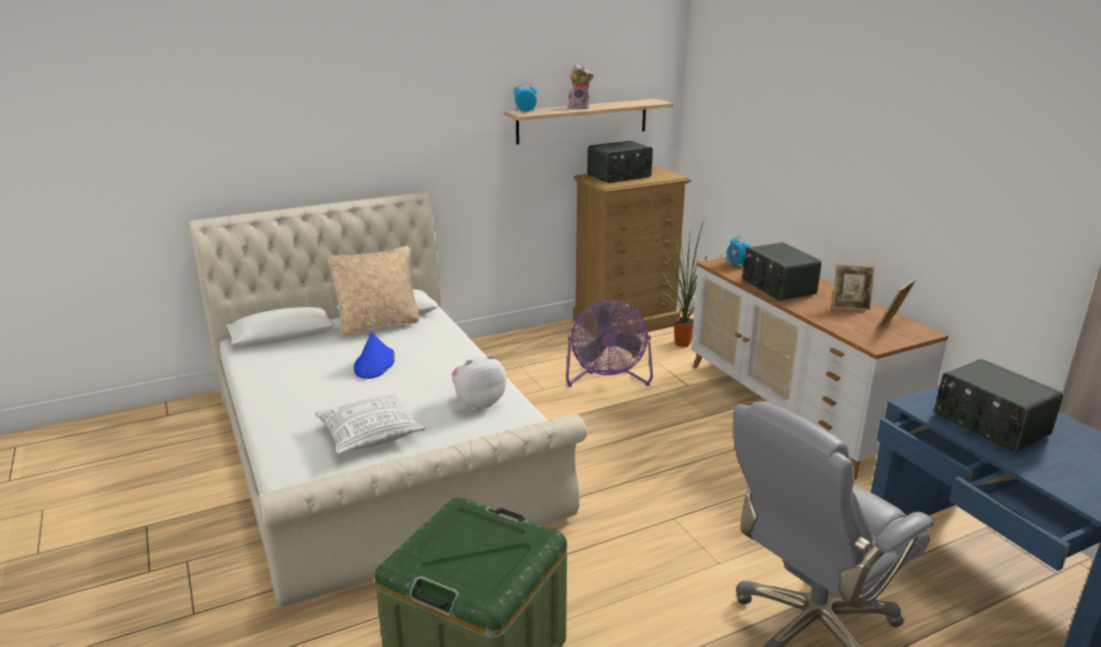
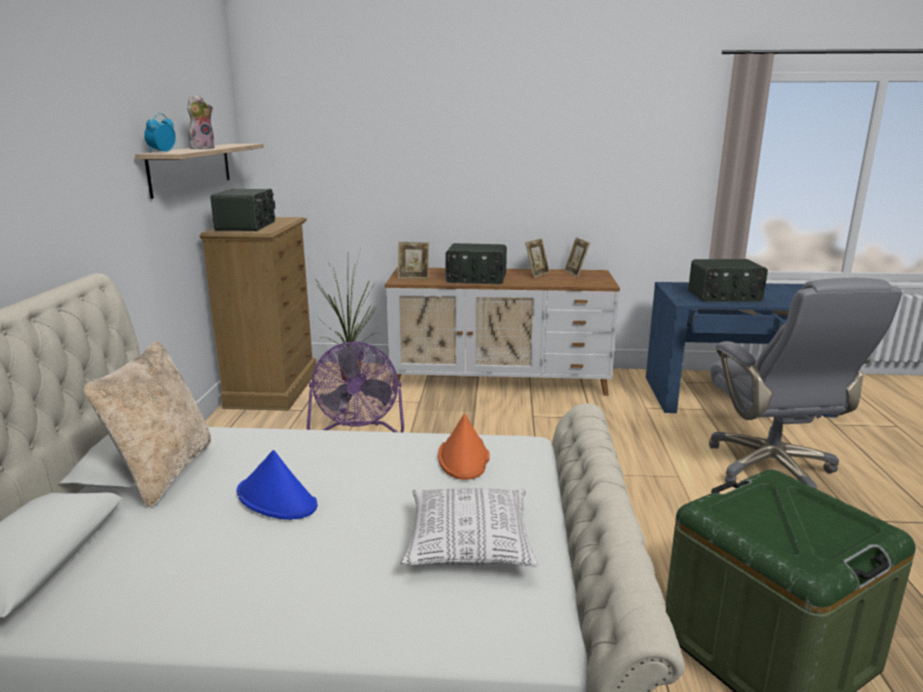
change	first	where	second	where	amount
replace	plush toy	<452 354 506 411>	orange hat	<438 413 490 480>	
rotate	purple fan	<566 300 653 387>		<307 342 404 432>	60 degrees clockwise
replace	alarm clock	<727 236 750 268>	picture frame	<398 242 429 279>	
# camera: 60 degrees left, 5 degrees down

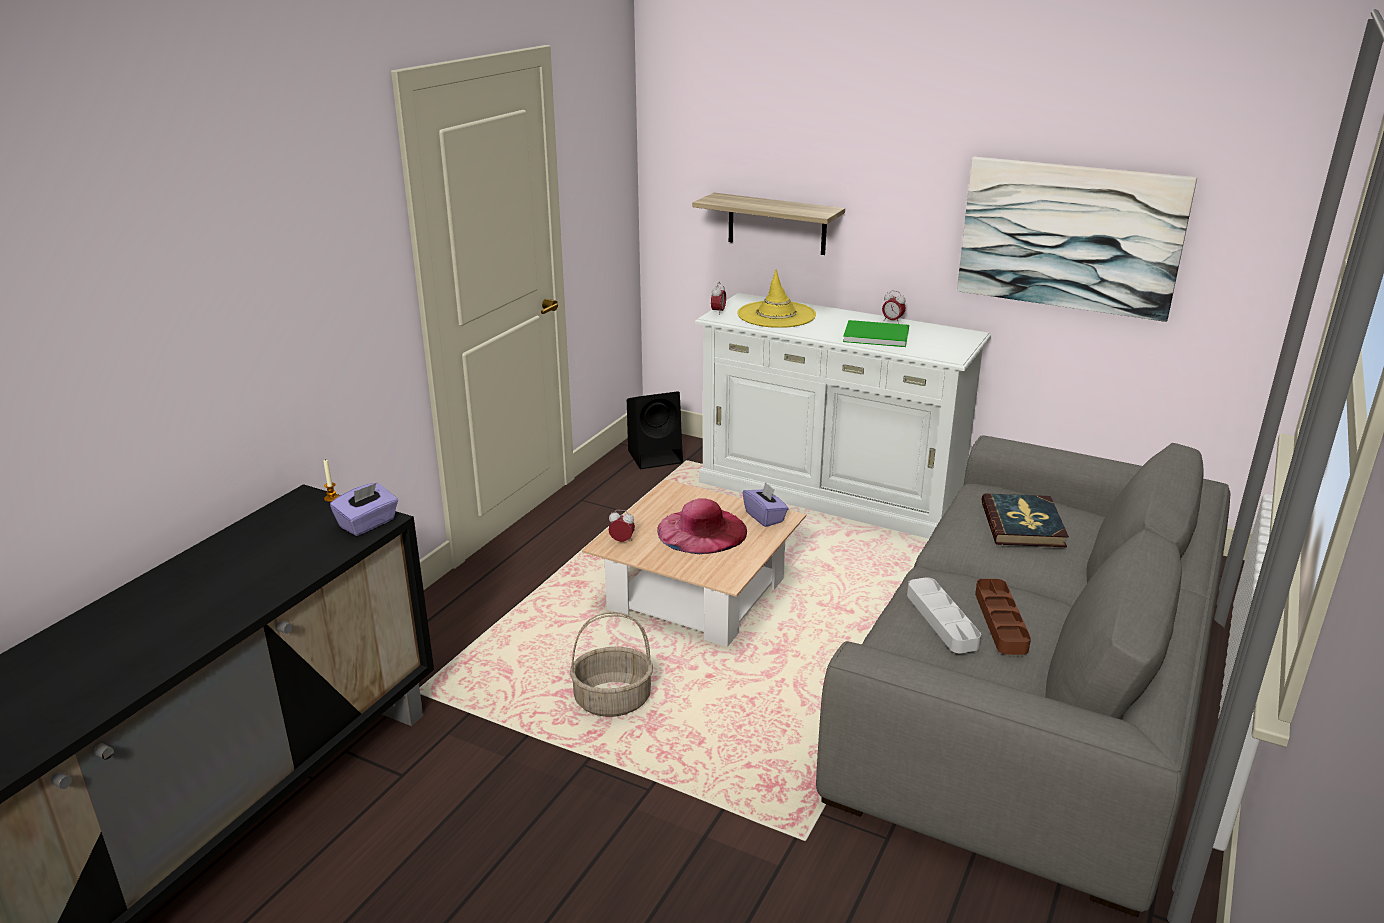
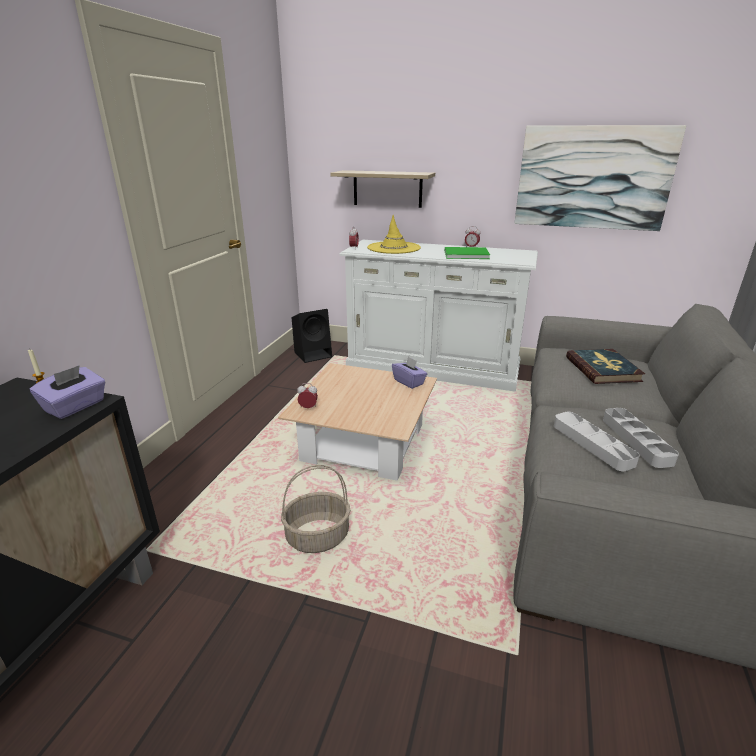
change	first	where	second	where	amount
delete	pink hat	<657 498 747 554>			
recolor	brown tray	<975 579 1031 655>	grey tray	<603 408 679 468>	
# camera: 10 degrees left, 0 degrees up

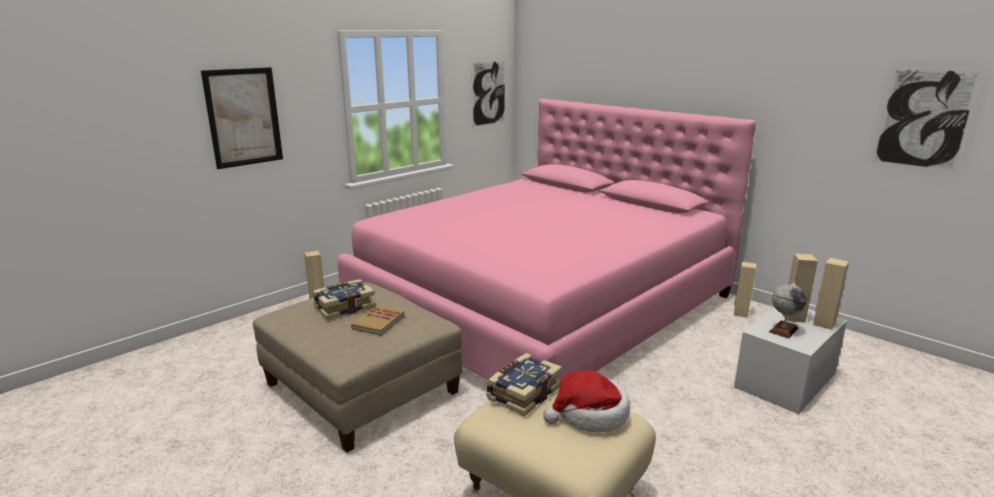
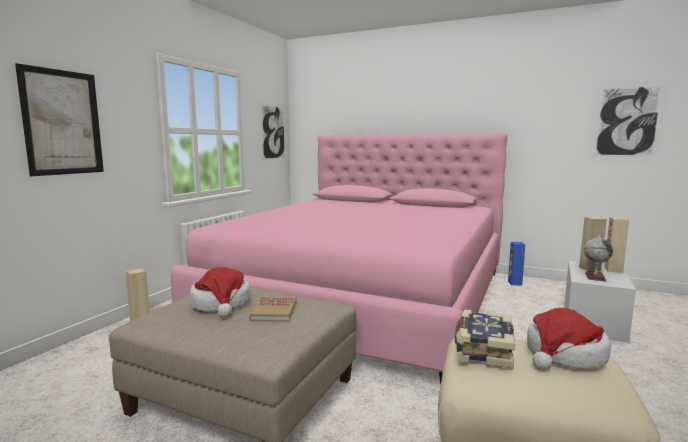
change	first	where	second	where	amount
replace	book	<312 279 376 320>	hat	<190 267 251 318>	
recolor	beige speaker	<734 262 756 318>	blue speaker	<508 242 525 285>	
# camera: 20 degrees left, 10 degrees down

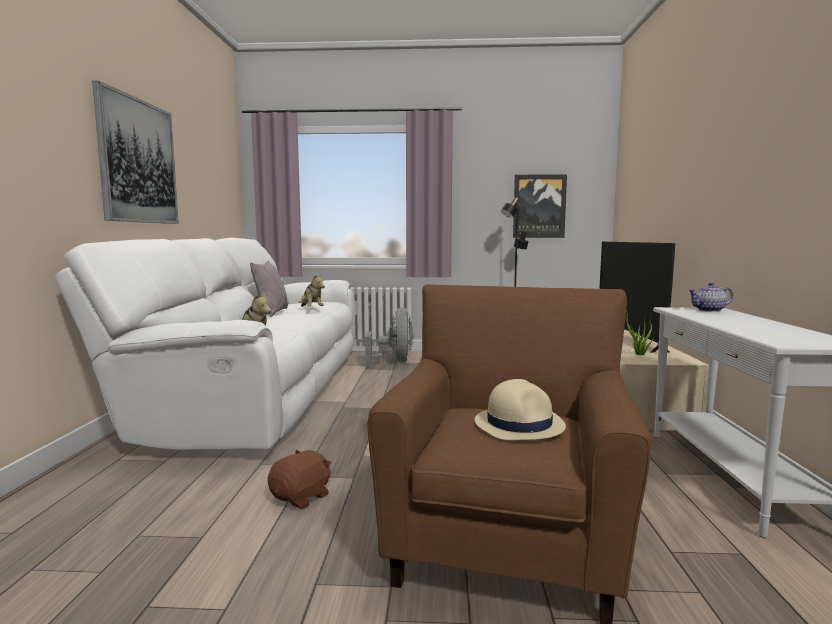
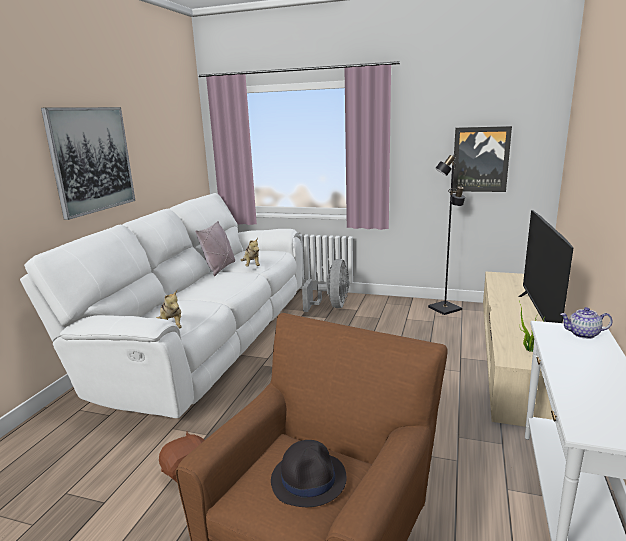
change	first	where	second	where	amount
recolor	beige hat	<475 379 566 440>	black hat	<271 440 347 507>	
# camera: 15 degrees right, 10 degrees up

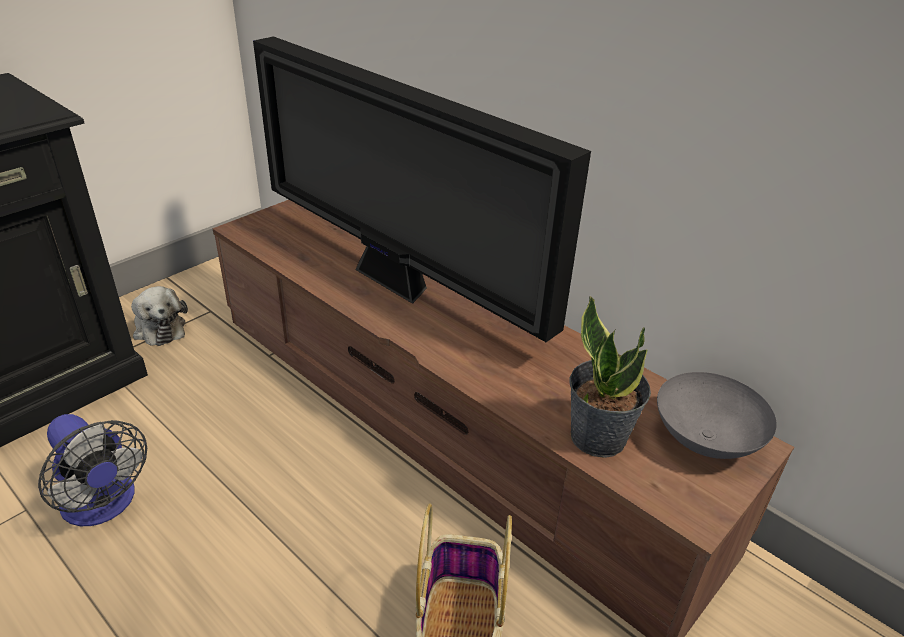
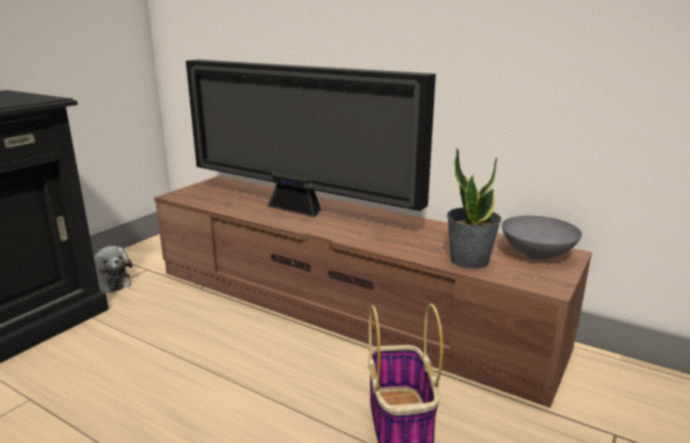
change	first	where	second	where	amount
delete	fan	<38 414 147 526>			
# camera: 10 degrees left, 15 degrees down

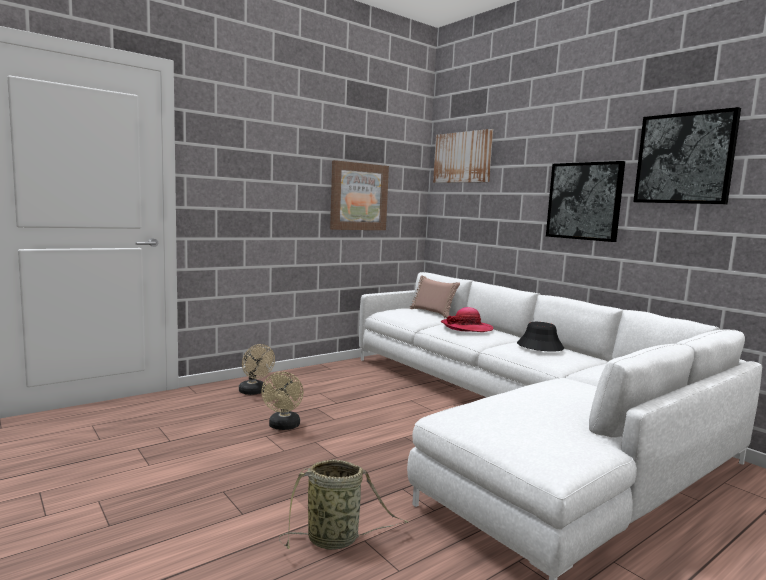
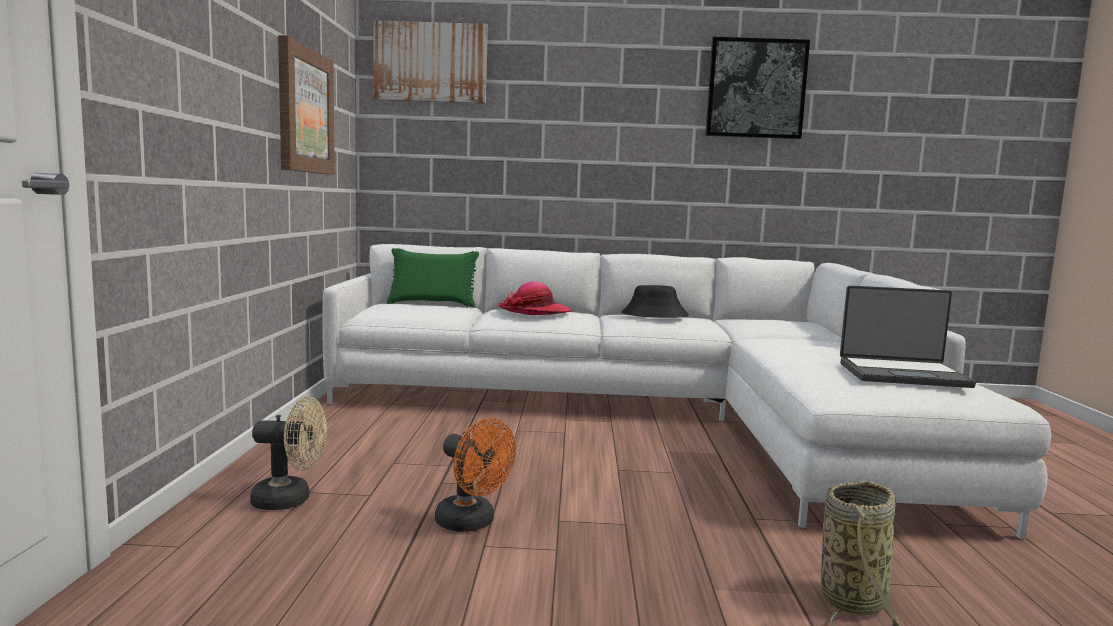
change	first	where	second	where	amount
recolor	beige fan	<261 372 303 430>	orange fan	<435 418 516 532>	
recolor	beige pillow	<410 275 460 318>	green pillow	<387 248 479 307>	
delete	picture	<546 161 625 242>			
insert			laptop	<840 285 976 388>	
# camera: 50 degrees left, 0 degrees up

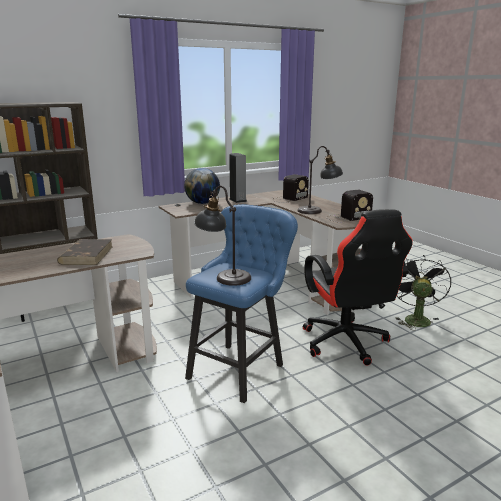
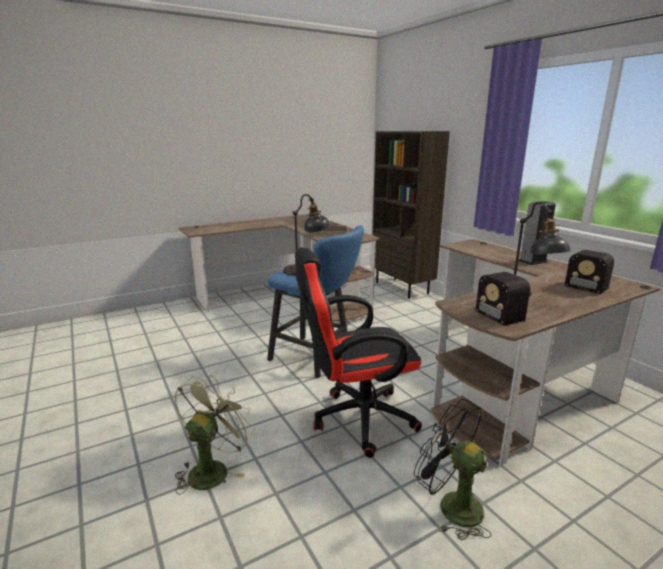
change	first	where	second	where	amount
delete	globe	<184 168 220 204>			
rotate	black fan	<395 256 451 330>		<414 399 491 540>	150 degrees counterclockwise
insert			green fan	<174 375 255 495>	
# camera: 90 degrees right, 0 degrees up

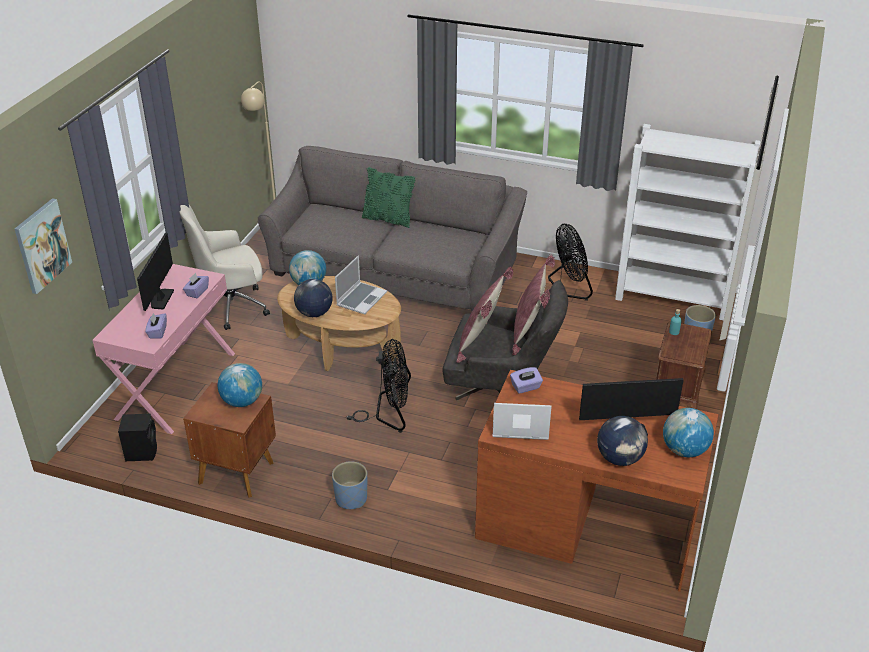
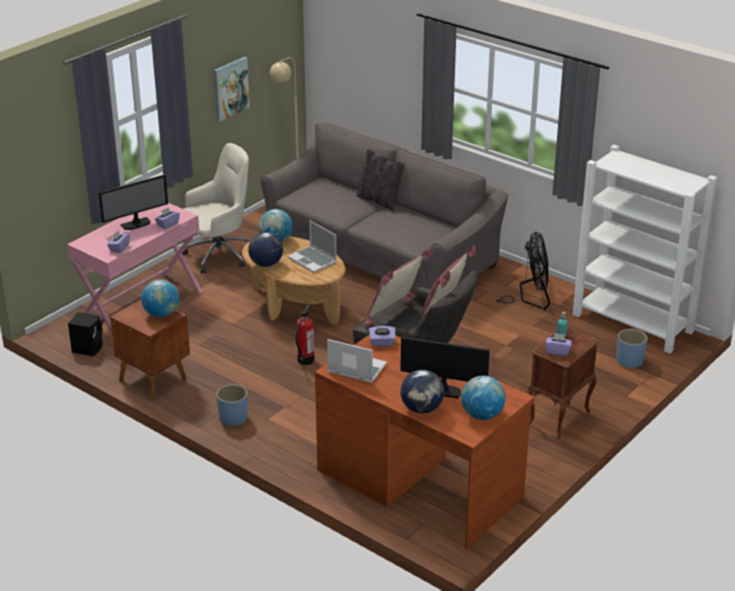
change	first	where	second	where	amount
move	picture	<15 198 72 294>		<214 56 250 122>	
rotate	monitor	<137 233 174 311>		<98 174 168 230>	150 degrees counterclockwise
rotate	beige office chair	<179 205 270 330>		<182 143 250 274>	150 degrees clockwise
rotate	laptop	<335 255 387 314>		<288 220 337 273>	90 degrees clockwise
replace	black fan	<346 339 411 433>	fire extinguisher	<296 303 314 365>	
recolor	green pillow	<362 167 416 228>	black pillow	<357 149 405 212>	
insert			purple tissue box	<545 333 572 356>	
# camera: 20 degrees right, 5 degrees down

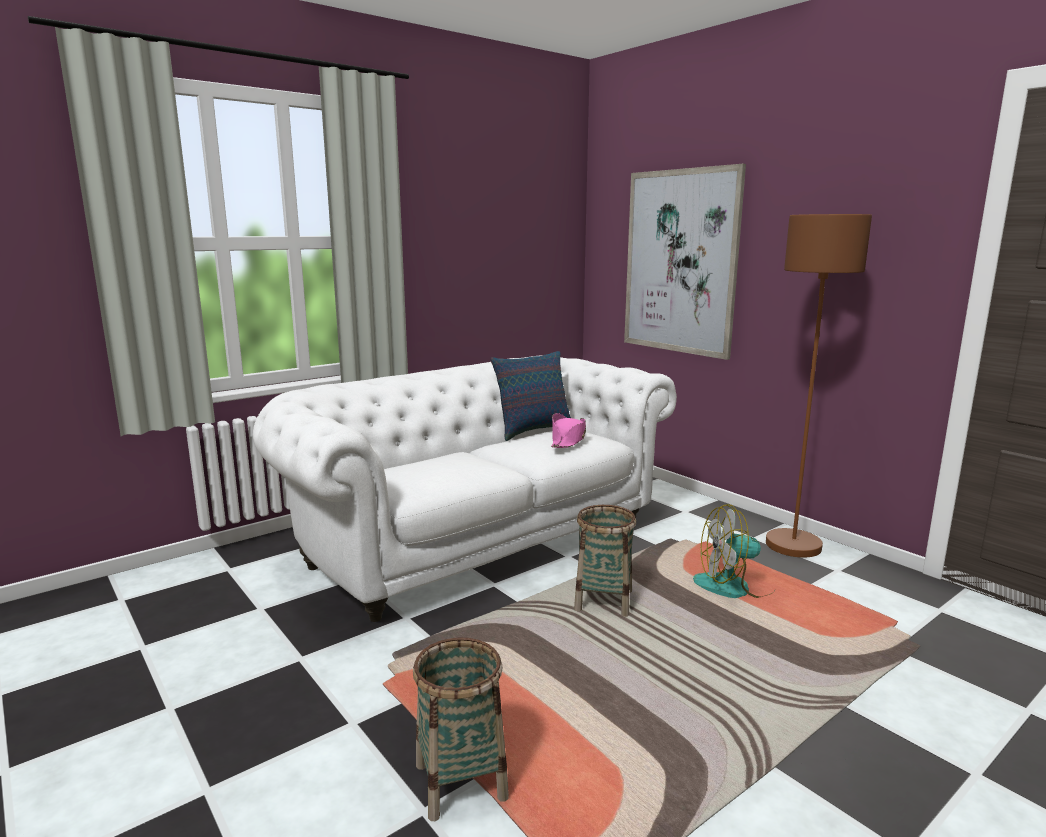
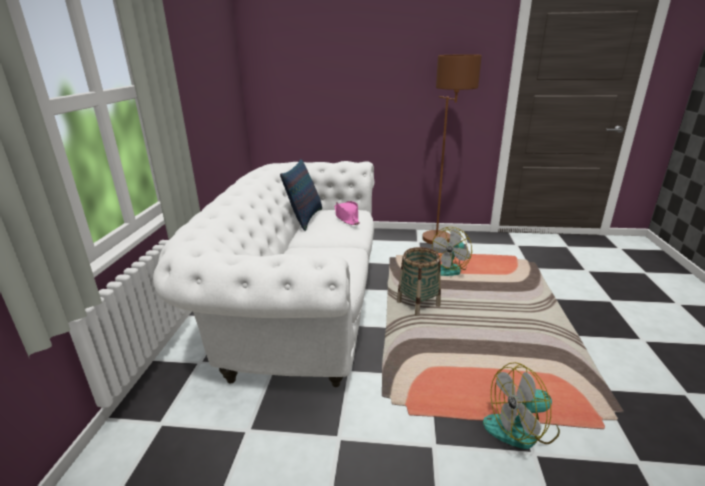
change	first	where	second	where	amount
replace	basket	<413 638 509 821>	fan	<483 362 560 449>	
delete	picture	<624 164 746 360>			
# camera: 45 degrees left, 10 degrees up

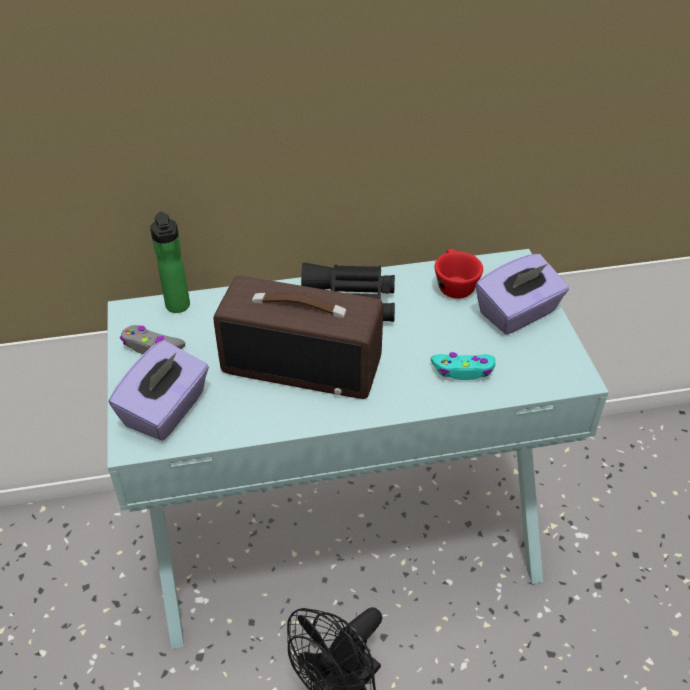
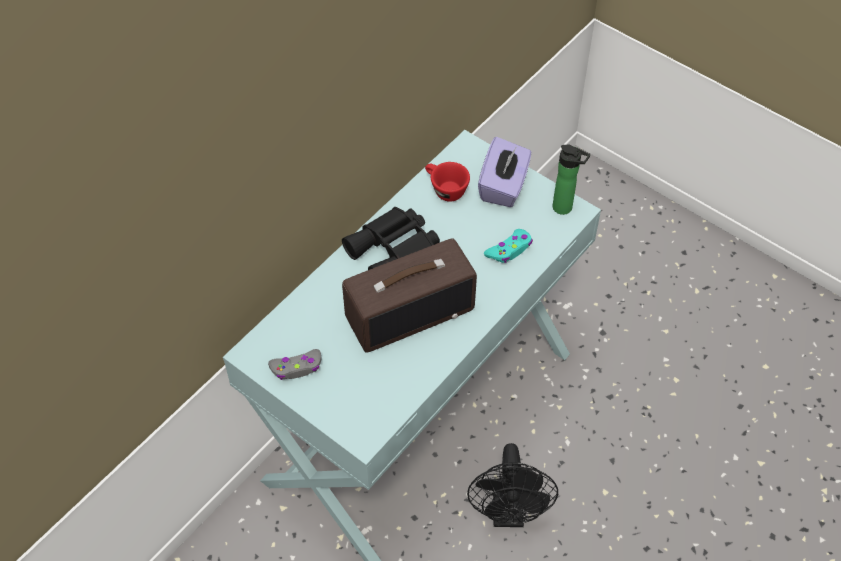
change	first	where	second	where	amount
delete	purple tissue box	<108 340 209 441>			
move	bottle	<150 212 190 313>		<553 144 590 215>	
# camera: 40 degrees left, 10 degrees up

